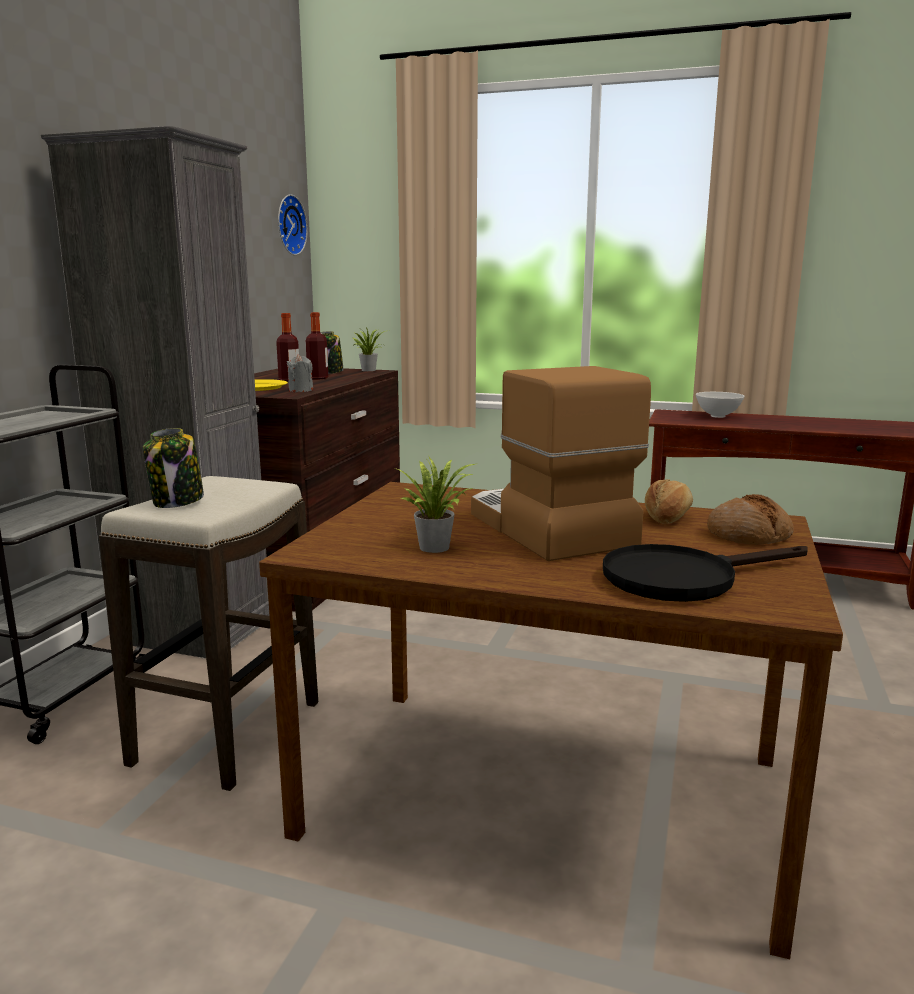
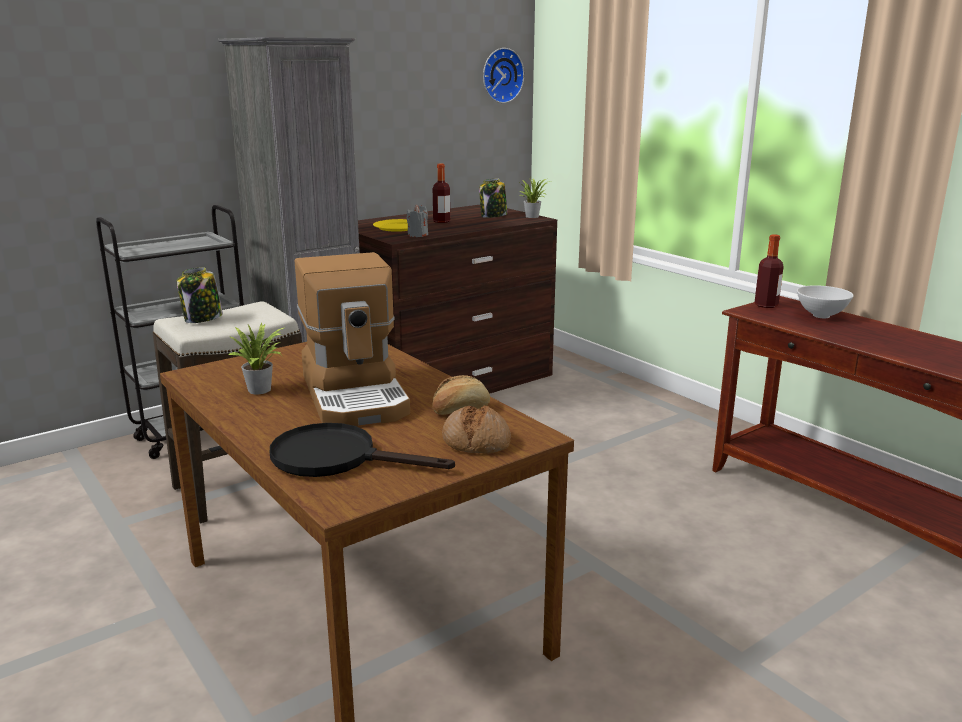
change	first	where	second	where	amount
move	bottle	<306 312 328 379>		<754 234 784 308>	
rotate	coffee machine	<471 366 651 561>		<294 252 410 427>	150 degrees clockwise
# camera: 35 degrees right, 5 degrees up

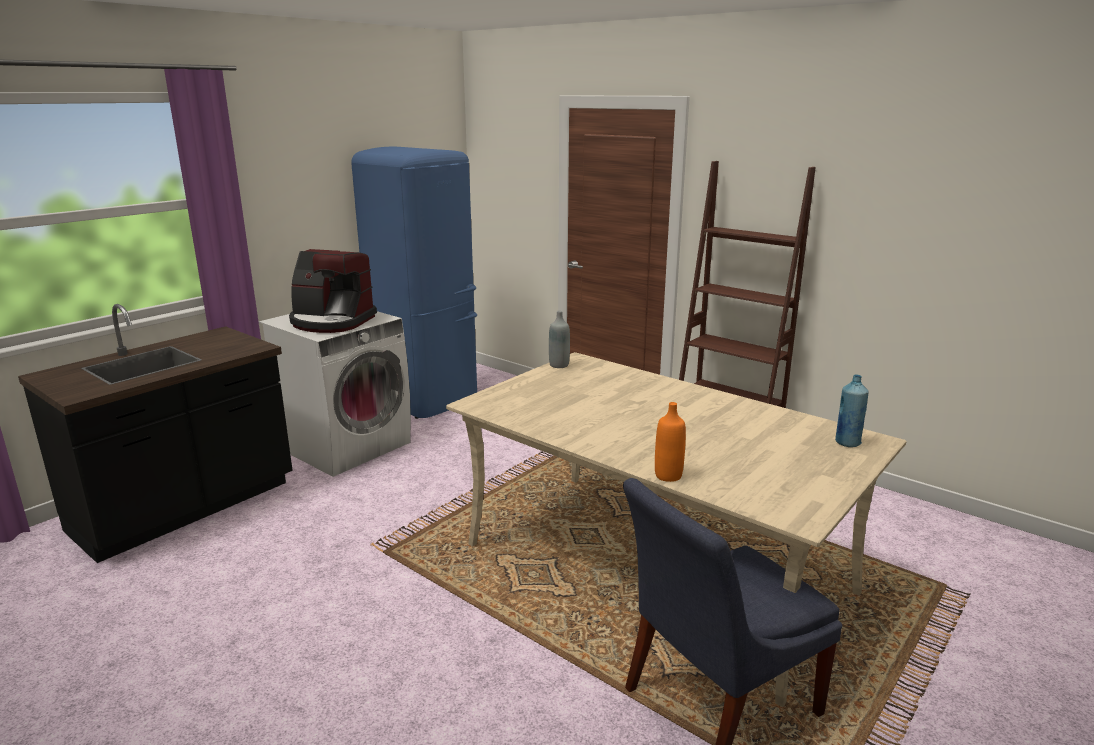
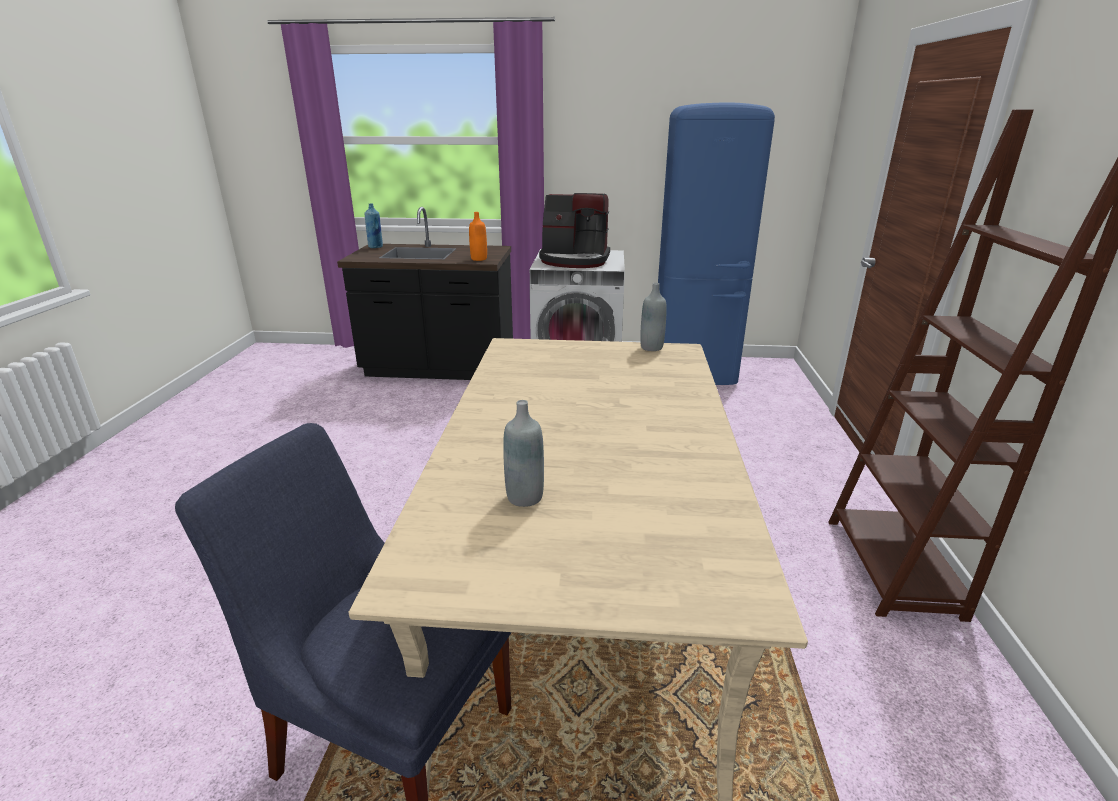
change	first	where	second	where	amount
rotate	coffee machine	<289 249 377 333>		<539 193 610 268>	60 degrees counterclockwise
move	orange bottle	<655 402 686 482>		<469 212 487 261>	
move	blue bottle	<835 374 869 447>		<364 204 383 248>	
insert			grey bottle	<503 400 544 507>	
# camera: 55 degrees right, 5 degrees up

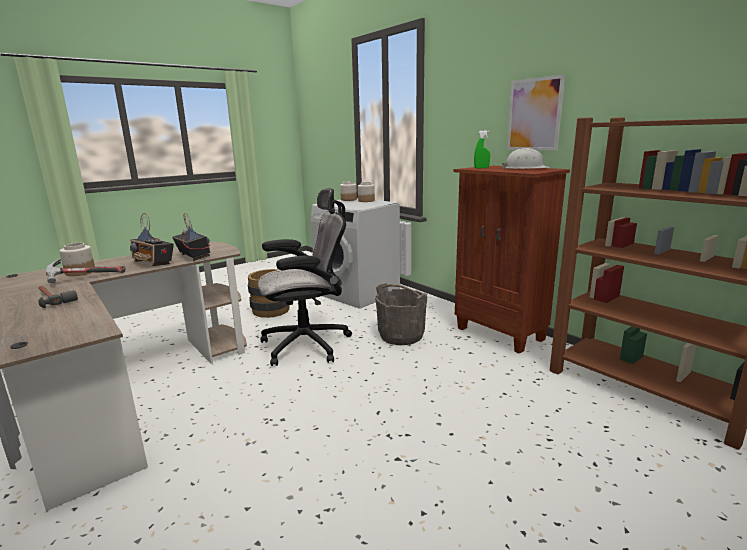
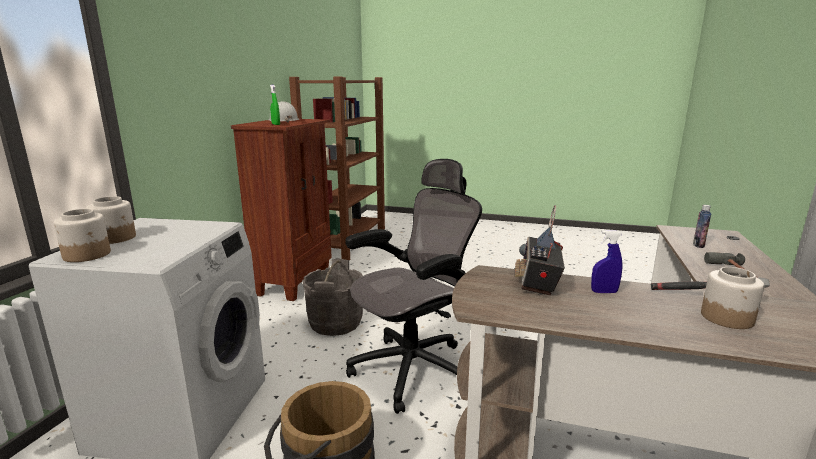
change	first	where	second	where	amount
replace	radio	<130 213 174 266>	blue spray bottle	<591 230 622 293>	
rotate	office chair	<258 188 352 366>		<345 159 482 414>	105 degrees clockwise
delete	picture	<507 75 565 151>			
insert			bottle	<693 205 711 248>	
# camera: 125 degrees left, 0 degrees up

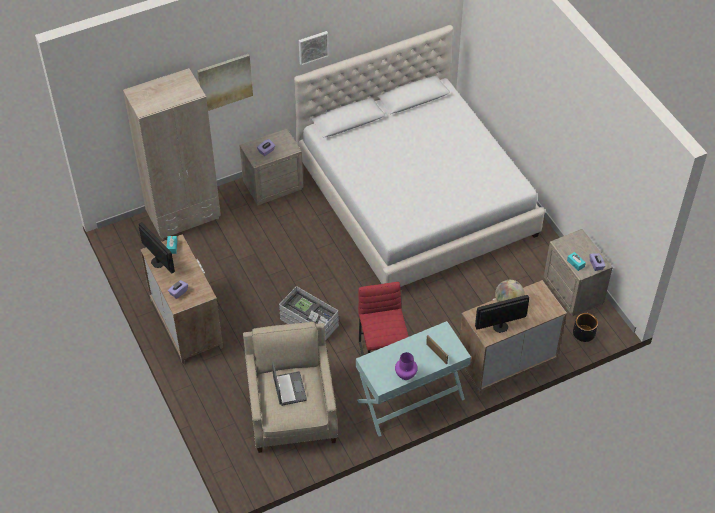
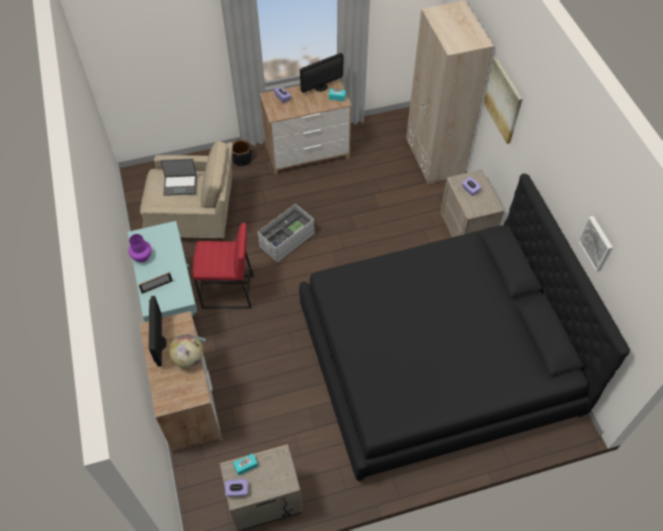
change	first	where	second	where	amount
recolor	white bed	<294 25 545 287>	black bed	<299 173 630 481>	
move	picture	<299 31 329 66>		<578 216 613 272>	
move	black planter	<573 313 598 342>		<232 140 252 166>	
# camera: 100 degrees right, 5 degrees up

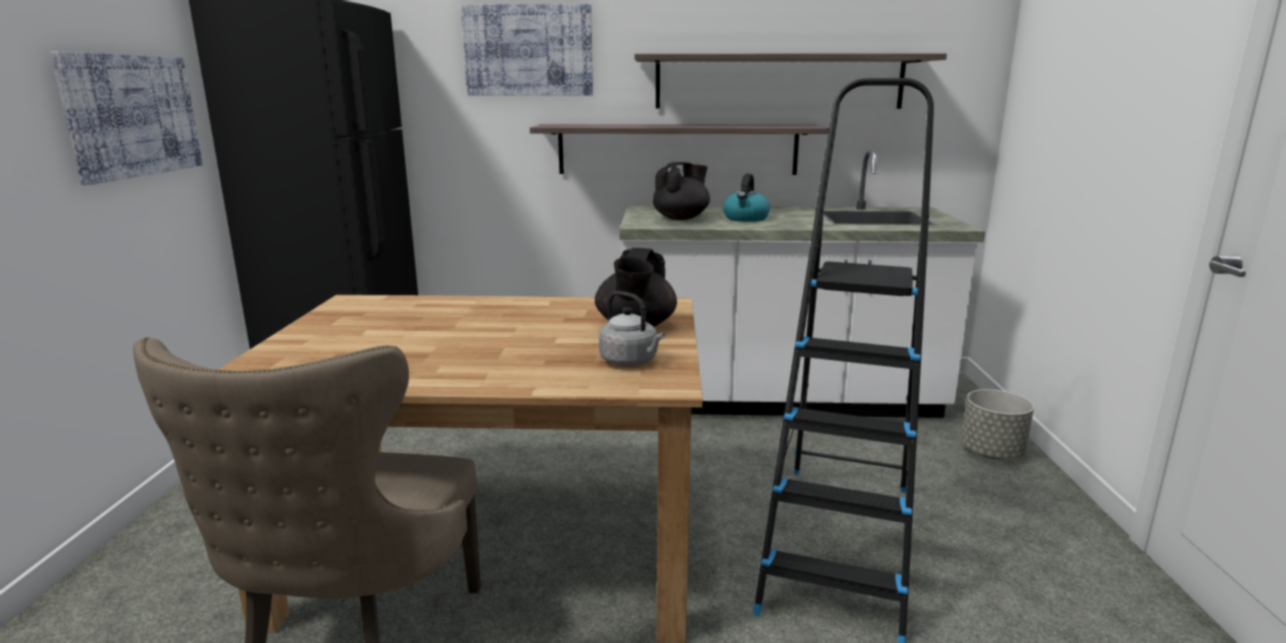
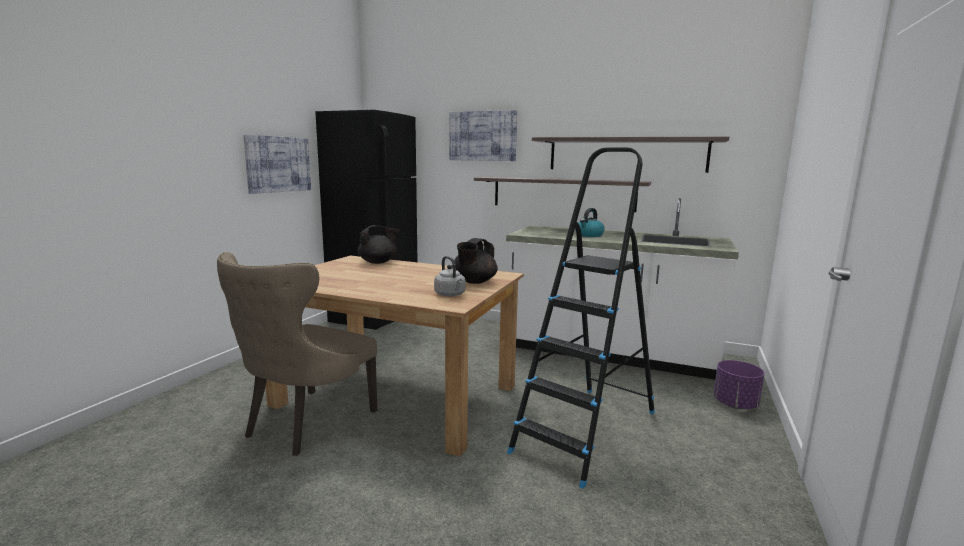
change	first	where	second	where	amount
move	black teapot	<652 162 710 220>		<358 225 399 264>	
recolor	grey planter	<961 389 1034 459>	purple planter	<714 360 765 409>	
# camera: 20 degrees right, 5 degrees down

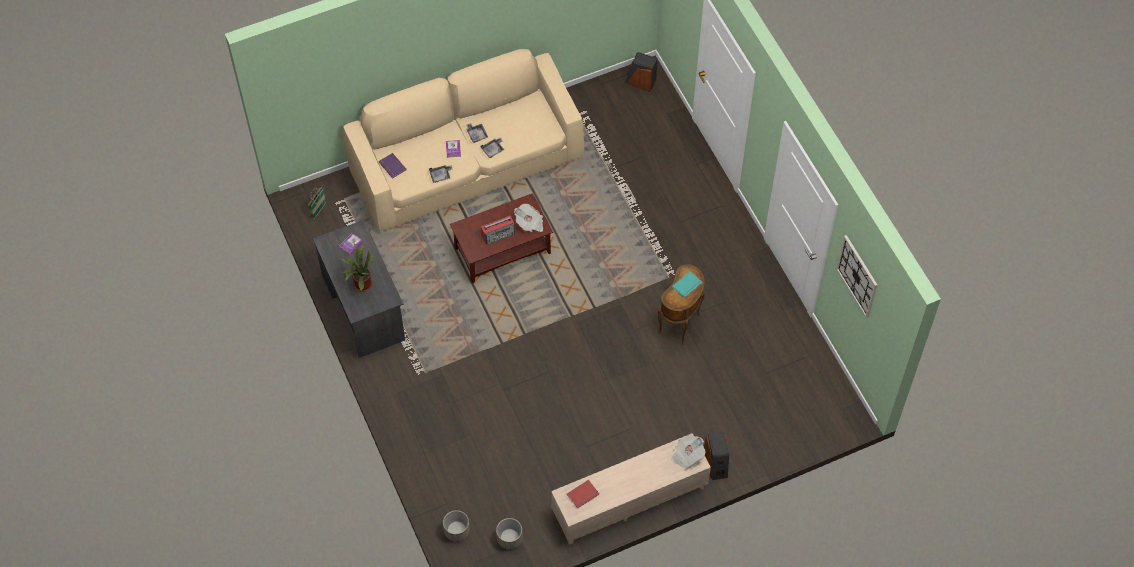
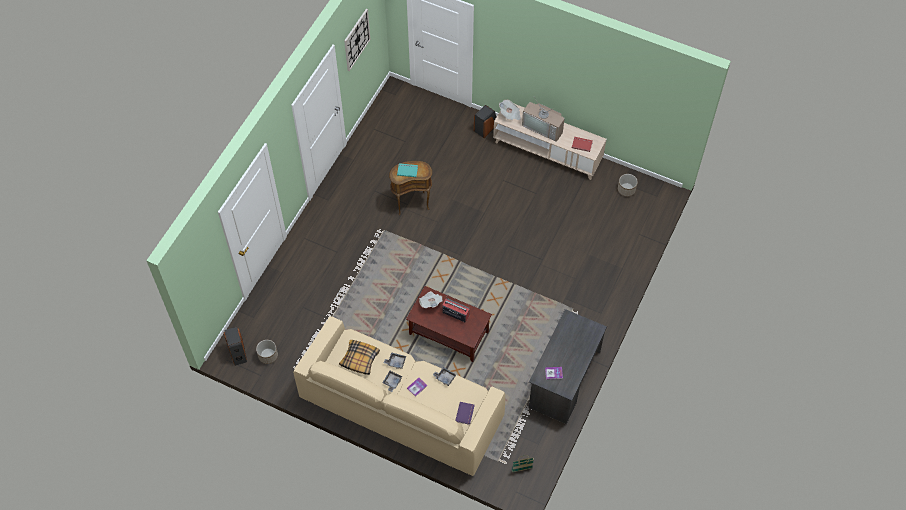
change	first	where	second	where	amount
delete	potted plant	<340 243 374 292>			
move	planter	<443 510 470 542>		<256 340 278 364>	
insert			pillow	<339 340 380 375>	
insert			television	<522 97 564 142>	
# camera: 130 degrees left, 0 degrees up

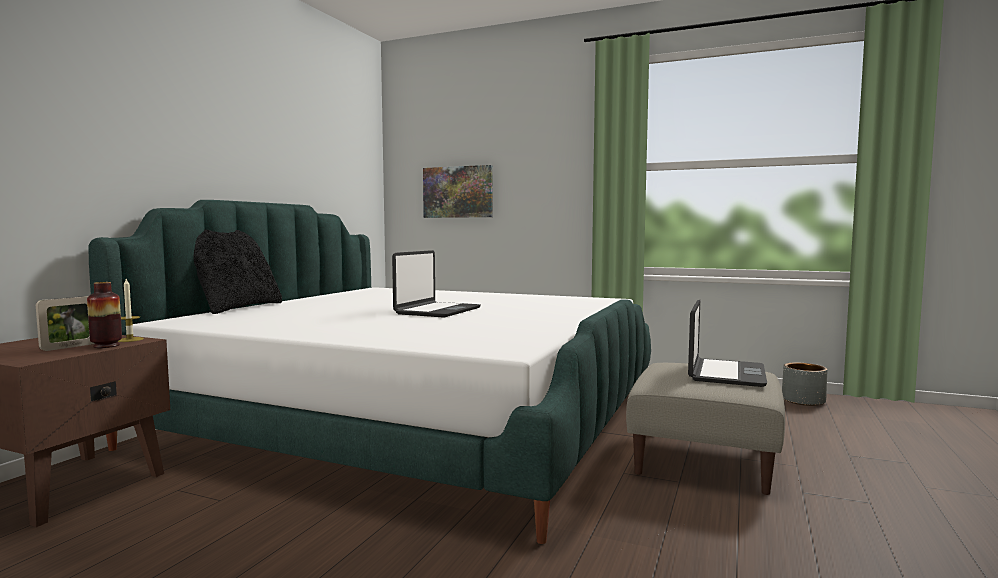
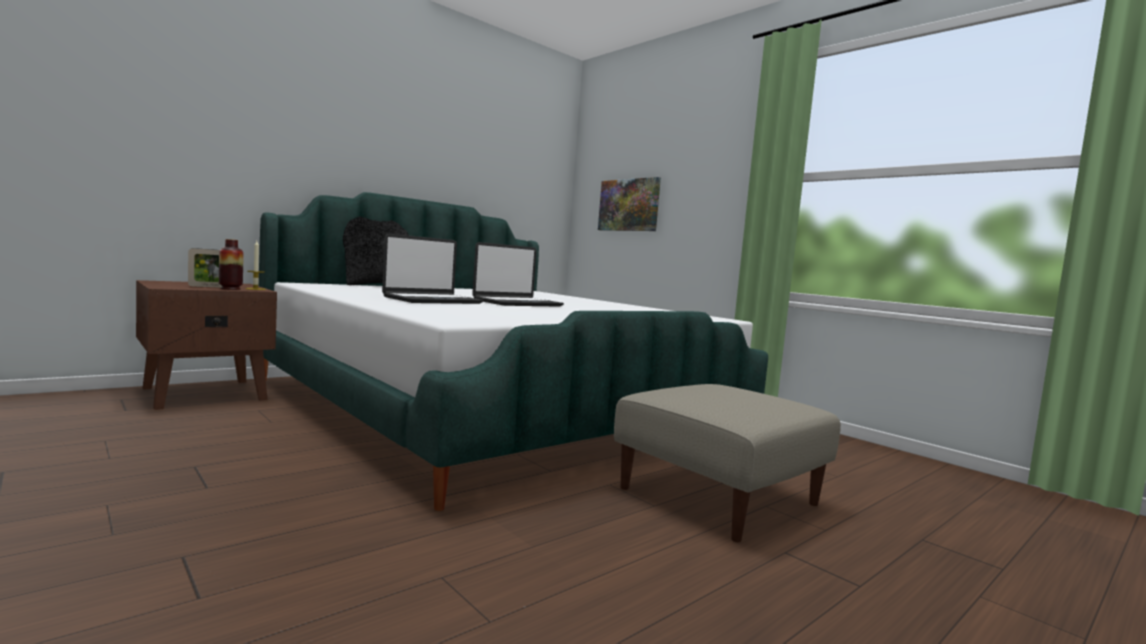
change	first	where	second	where	amount
move	laptop	<688 300 767 387>		<382 234 483 304>	
delete	grey planter	<782 362 828 406>			
# camera: 25 degrees right, 0 degrees up

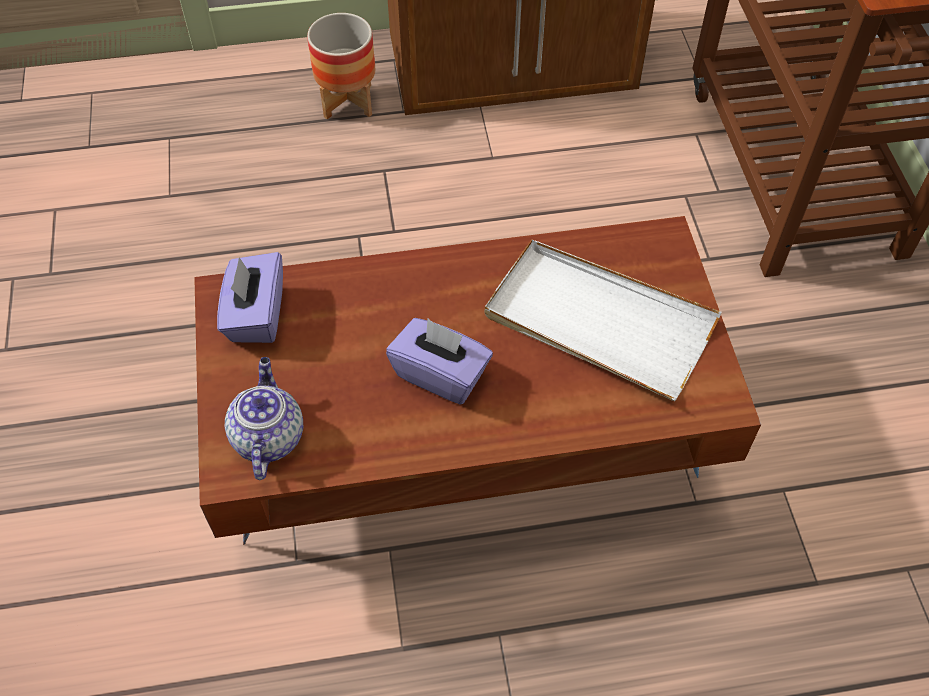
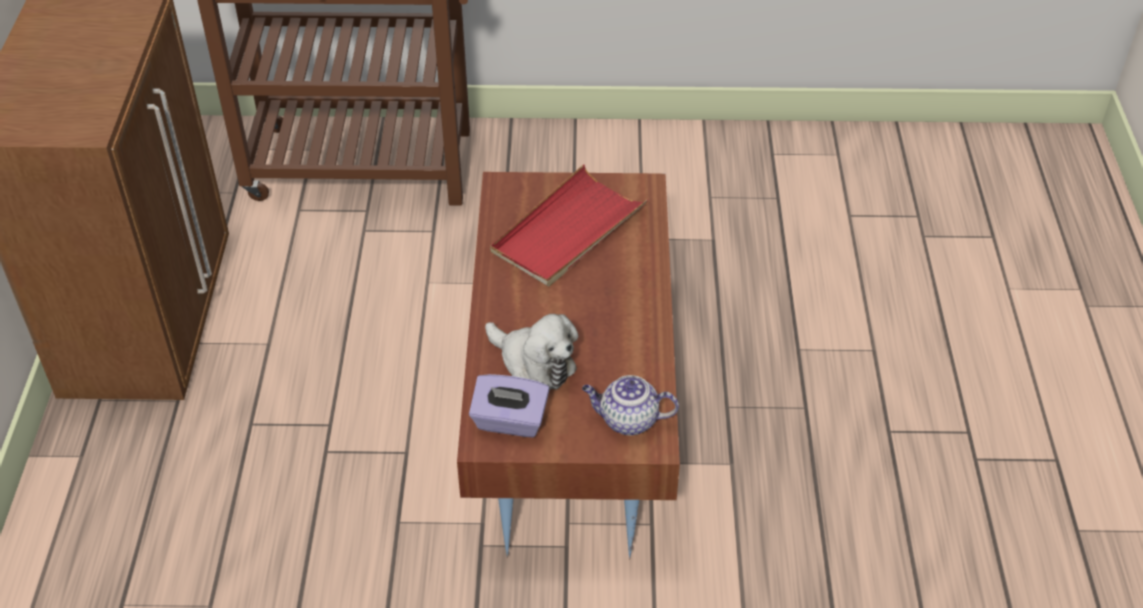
change	first	where	second	where	amount
delete	planter	<307 13 375 119>			
delete	purple tissue box	<386 318 493 405>			
recolor	white tray	<485 240 722 401>	red tray	<490 164 649 287>	
insert			plush toy	<485 314 579 390>	
# camera: 80 degrees left, 10 degrees down

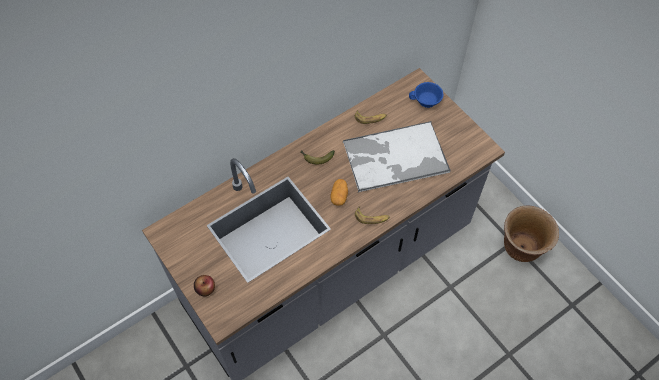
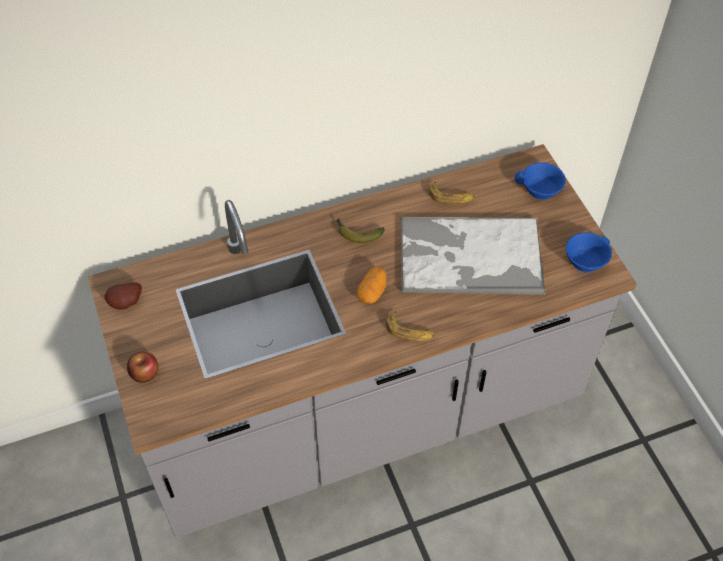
change	first	where	second	where	amount
delete	brown planter	<504 206 559 262>			
insert			potato	<105 282 142 309>	
insert			blue cup	<566 233 612 272>	
# camera: 15 degrees right, 5 degrees down

